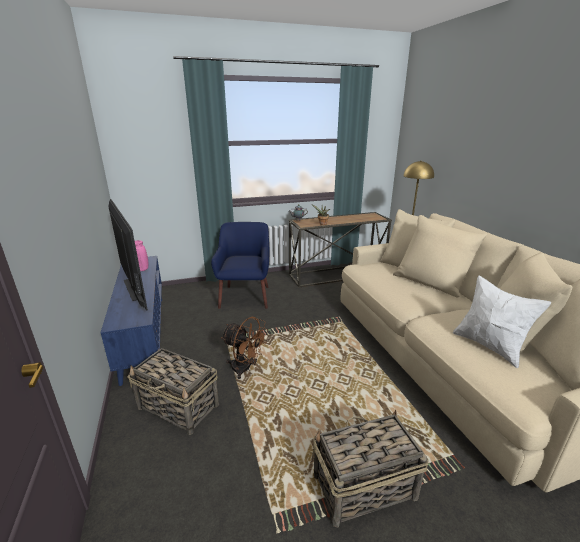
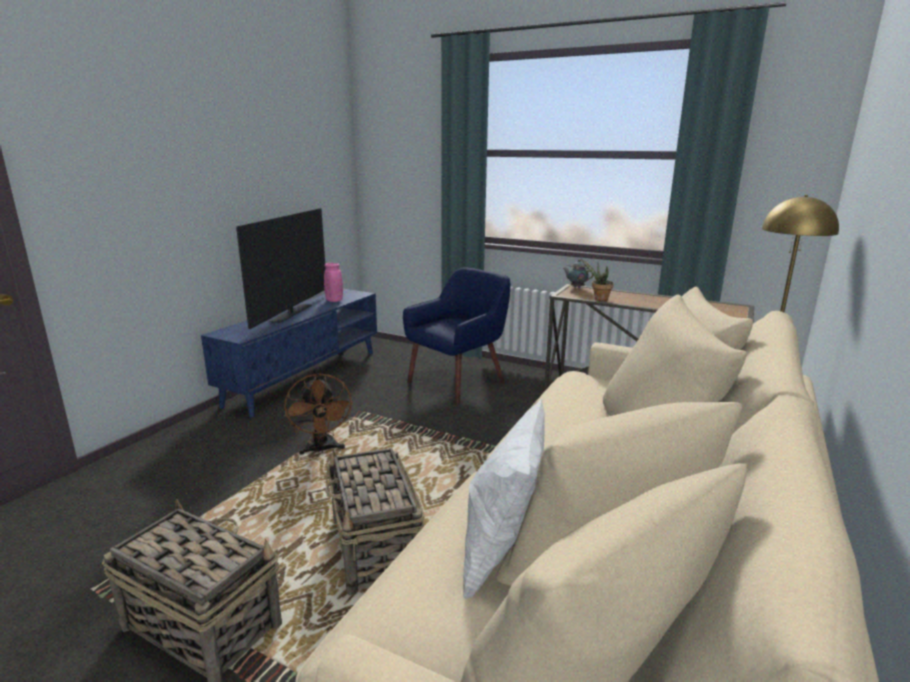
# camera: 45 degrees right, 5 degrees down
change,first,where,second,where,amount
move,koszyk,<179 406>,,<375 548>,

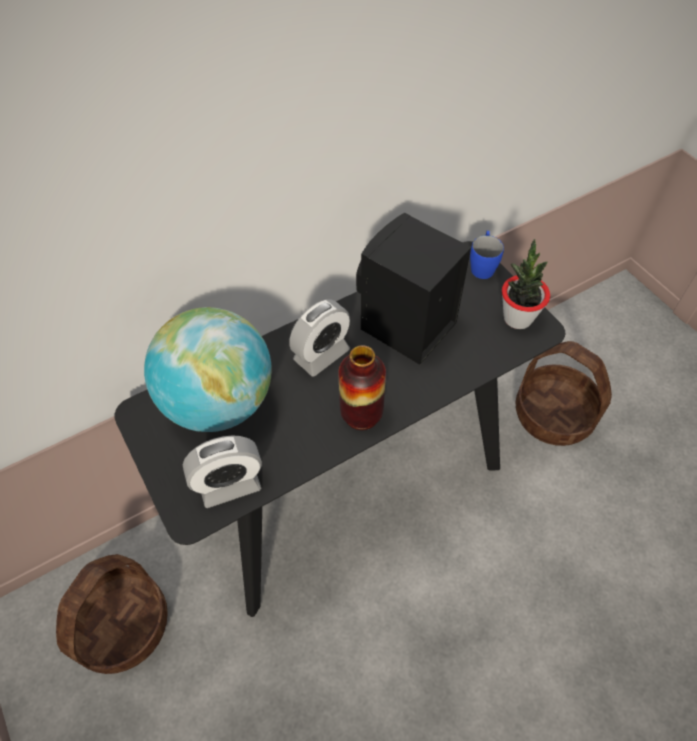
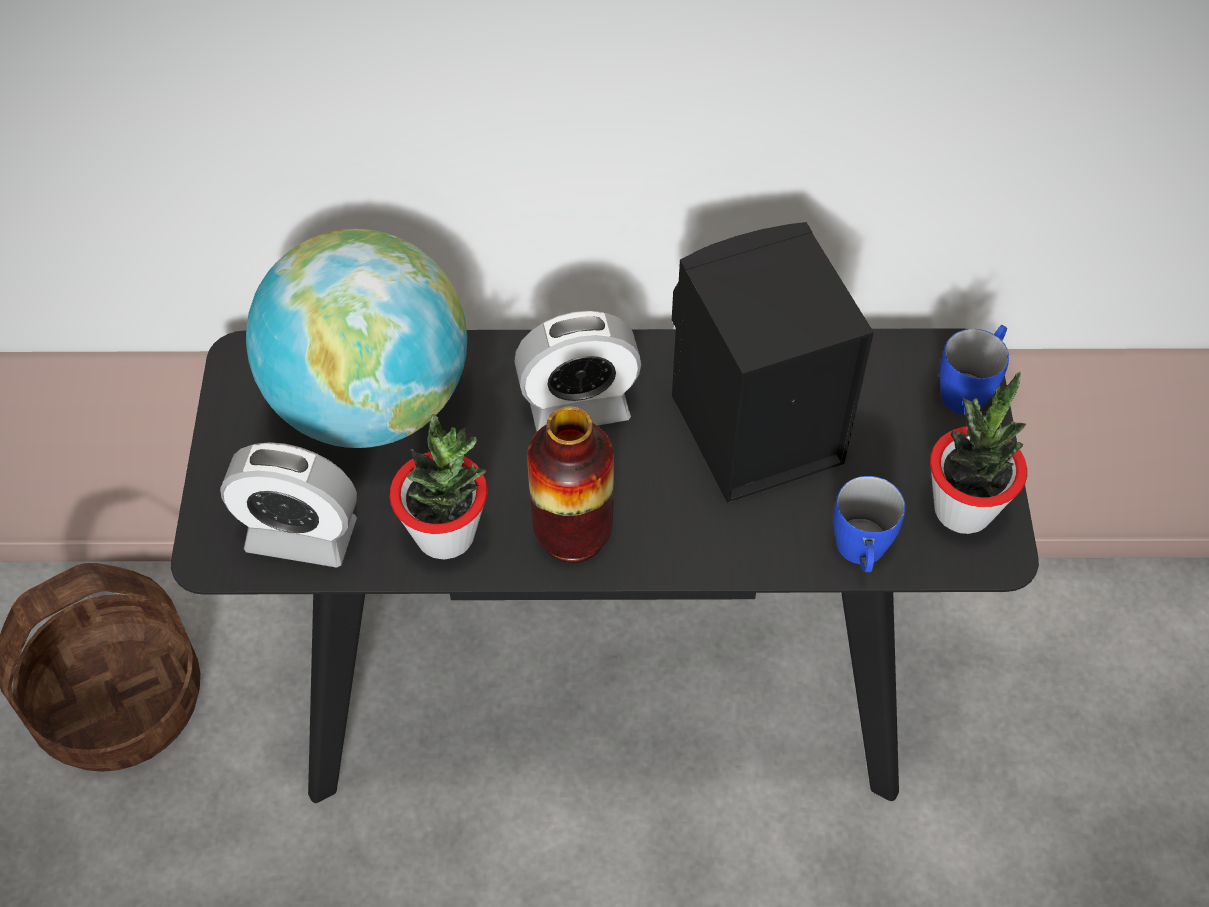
# camera: 30 degrees right, 0 degrees up
change,first,where,second,where,amount
delete,koszyk,<554 414>,,,
insert,,,roślina doniczkowa,<446 534>,
insert,,,kubek (niebieski),<861 555>,

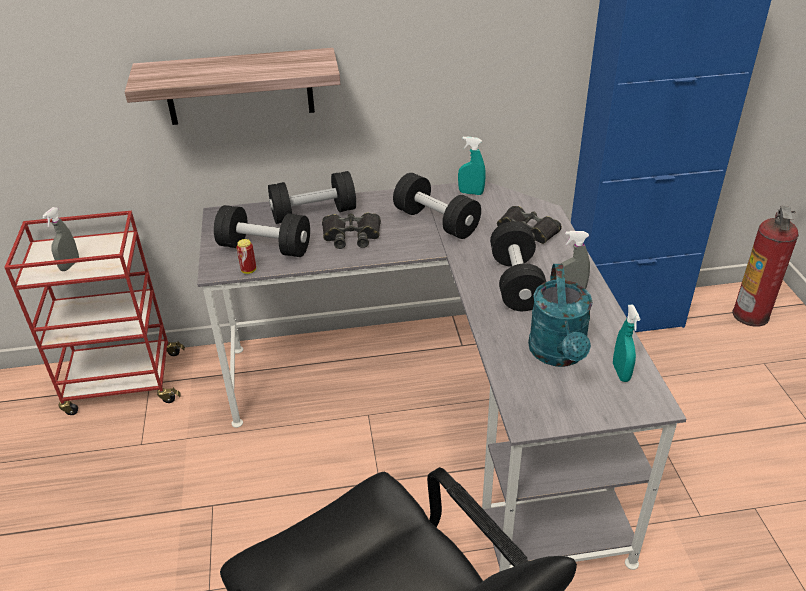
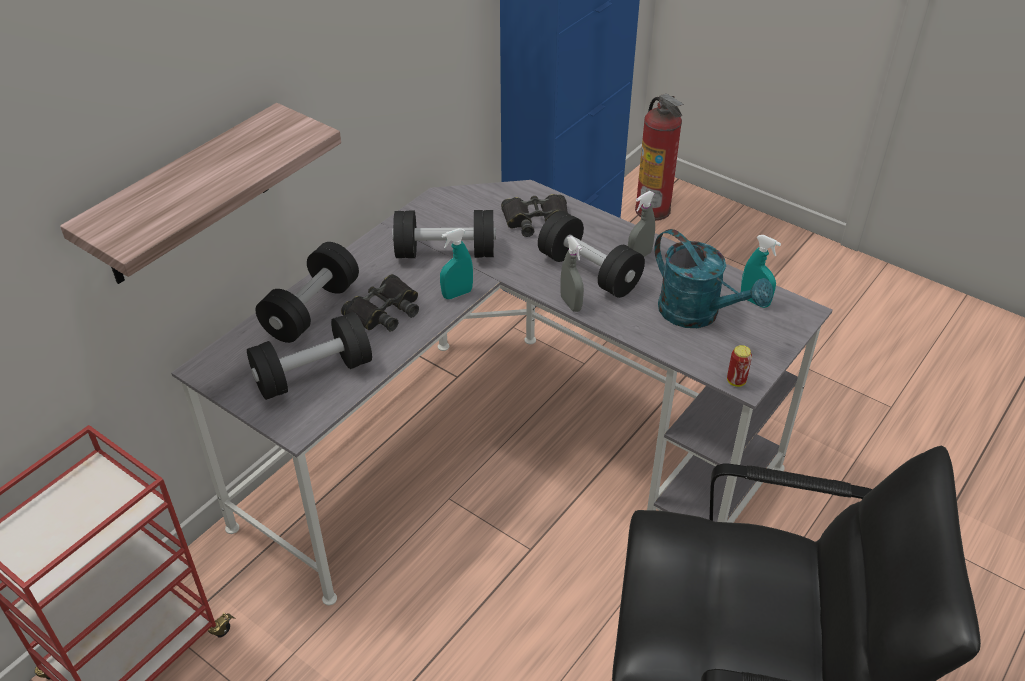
# camera: 45 degrees left, 5 degrees up
change,first,where,second,where,amount
move,spryskiwacz (szary),<69 265>,,<571 304>,
move,puszka,<248 270>,,<736 381>,
move,spryskiwacz (turkusowy),<471 193>,,<457 294>,

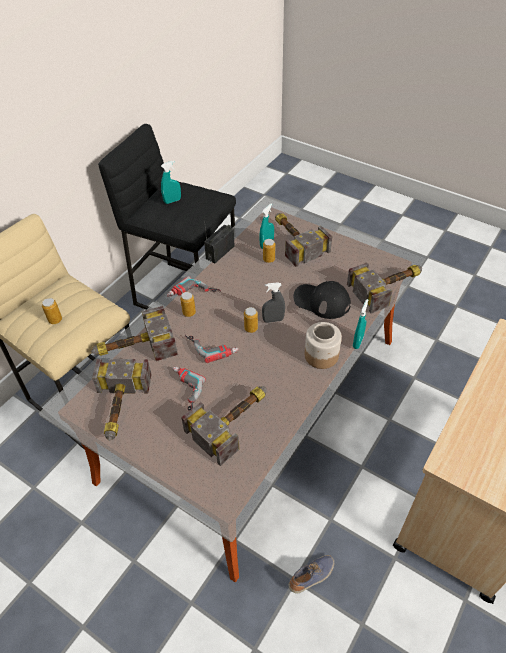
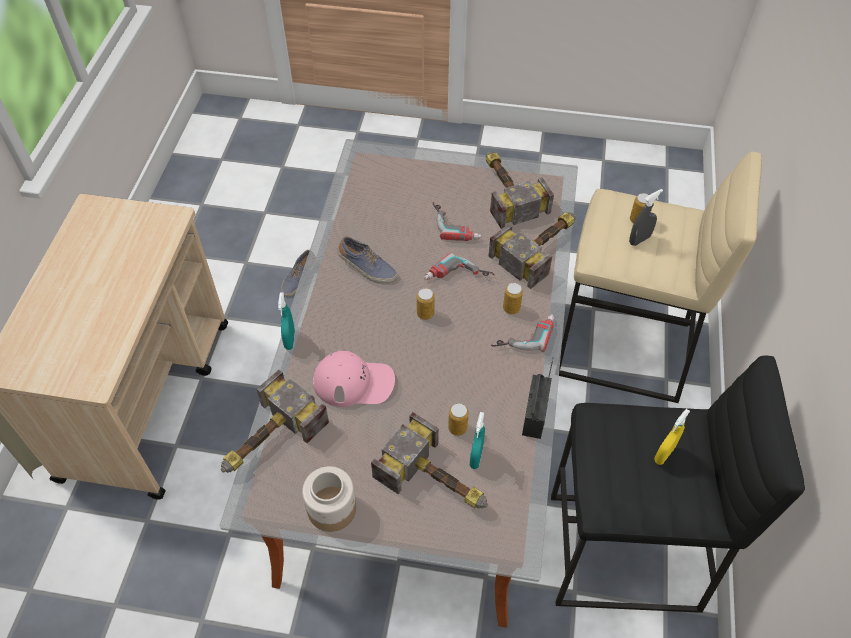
# camera: 155 degrees right, 5 degrees up
change,first,where,second,where,amount
recolor,spryskiwacz (turkusowy),<172 201>,spryskiwacz (żółty),<664 454>,
delete,młotek,<234 420>,,,
move,spryskiwacz (szary),<273 320>,,<639 240>,
recolor,czapka z daszkiem (czarny),<321 301>,czapka z daszkiem (różowy),<354 382>,
move,słoik,<321 355>,,<332 508>,
insert,,,but,<367 268>,

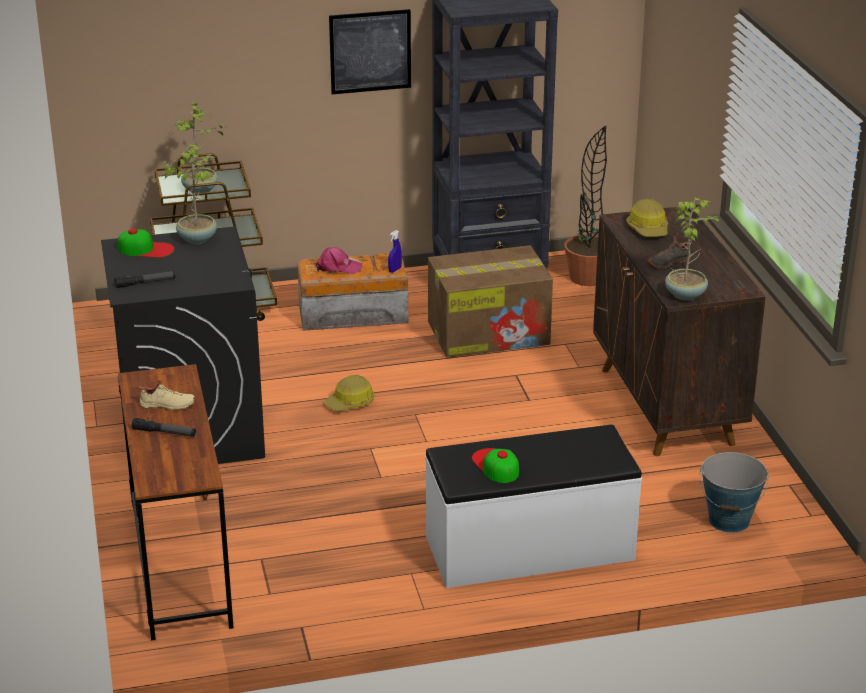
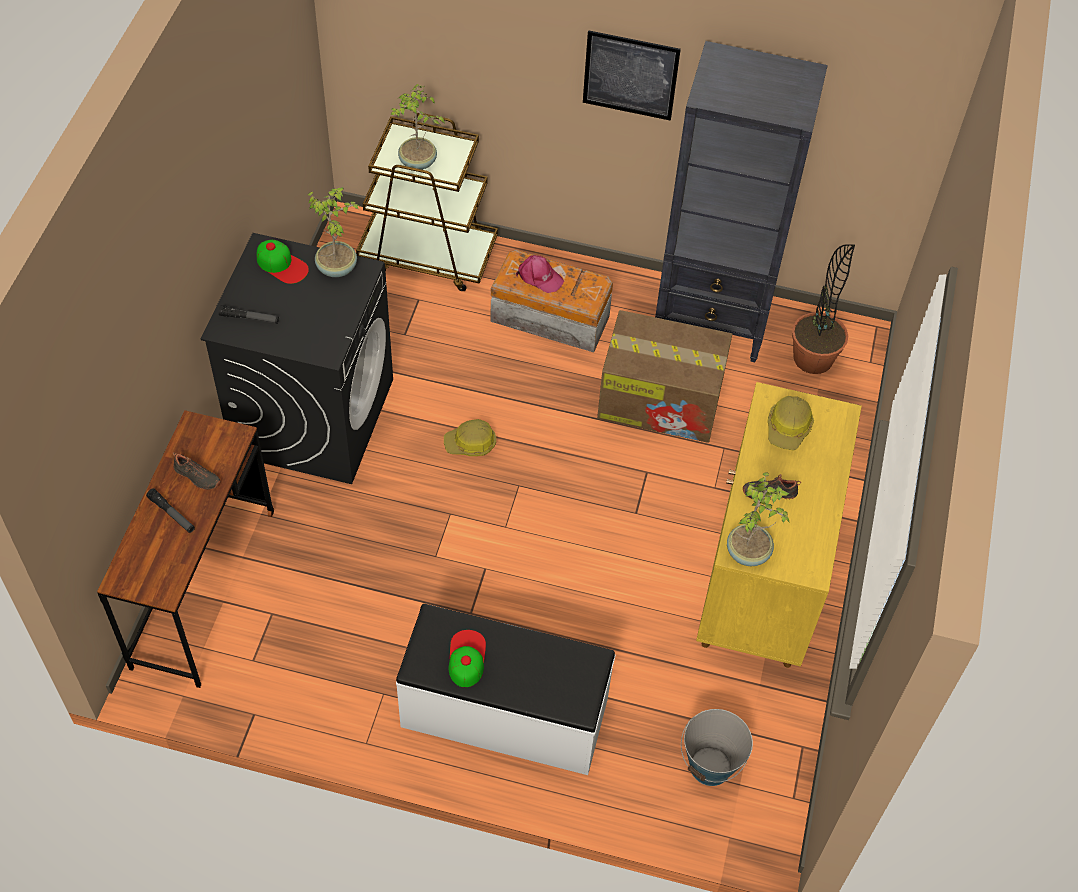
# camera: 25 degrees right, 25 degrees up
change,first,where,second,where,amount
recolor,but (beżowy),<167 406>,but (czarny),<196 477>,
delete,spryskiwacz (niebieski),<395 270>,,,
recolor,szafka (brązowy),<667 407>,szafka (żółty),<760 583>,

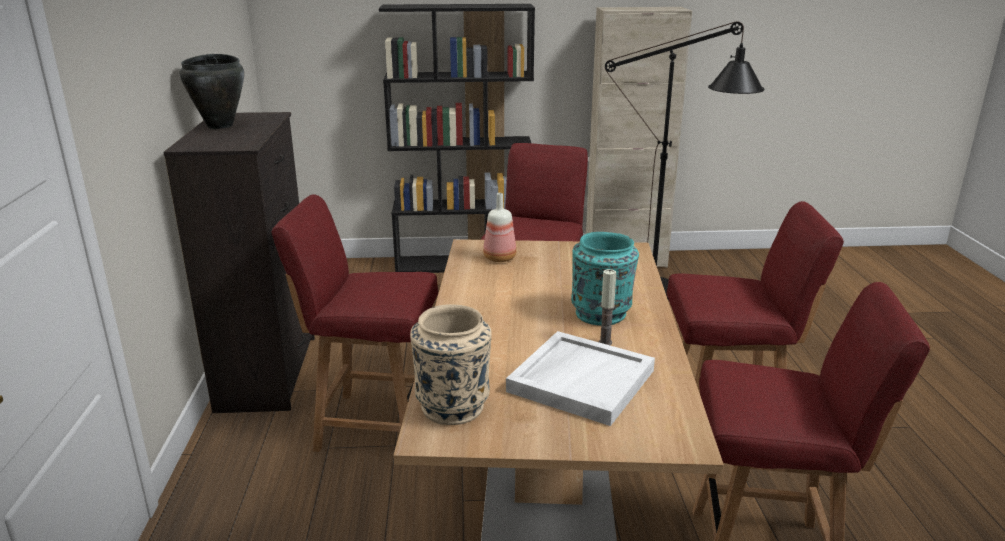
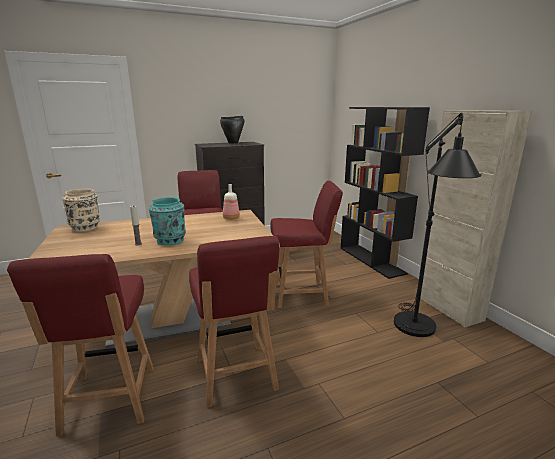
# camera: 70 degrees right, 5 degrees down
change,first,where,second,where,amount
delete,taca (biały),<580 380>,,,

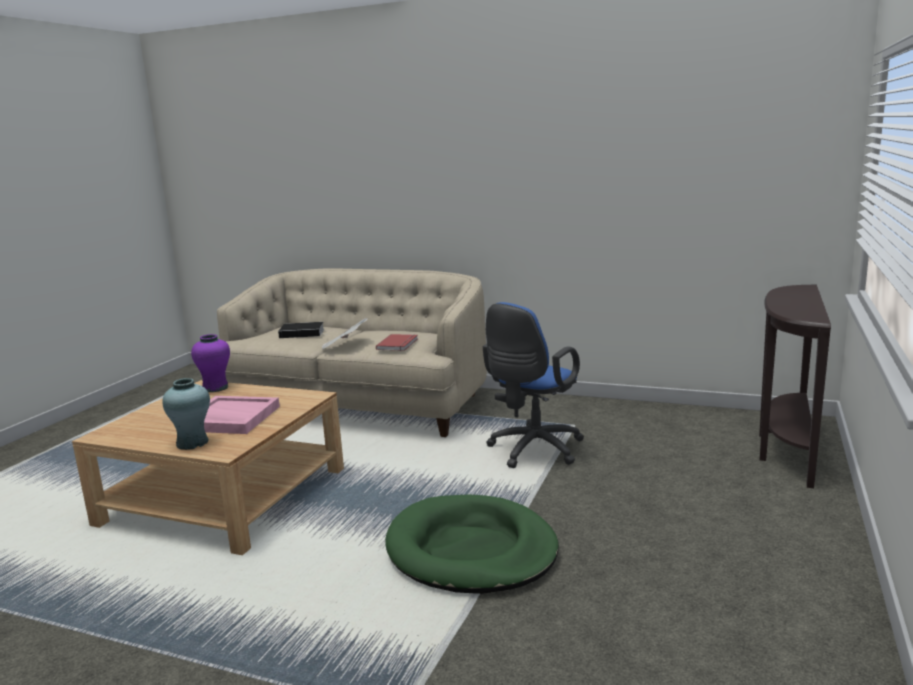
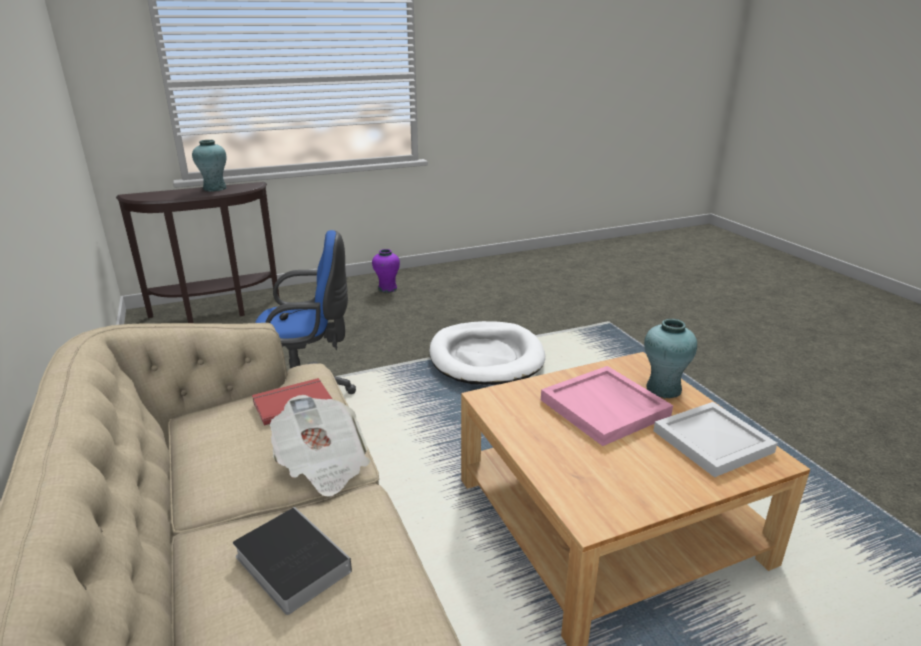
# camera: 135 degrees left, 10 degrees up
change,first,where,second,where,amount
move,wazon (fioletowy),<215 388>,,<387 289>,
recolor,legowisko (zielony),<471 550>,legowisko (biały),<486 357>,
insert,,,wazon (turkusowy),<214 188>,
insert,,,taca (biały),<710 441>,

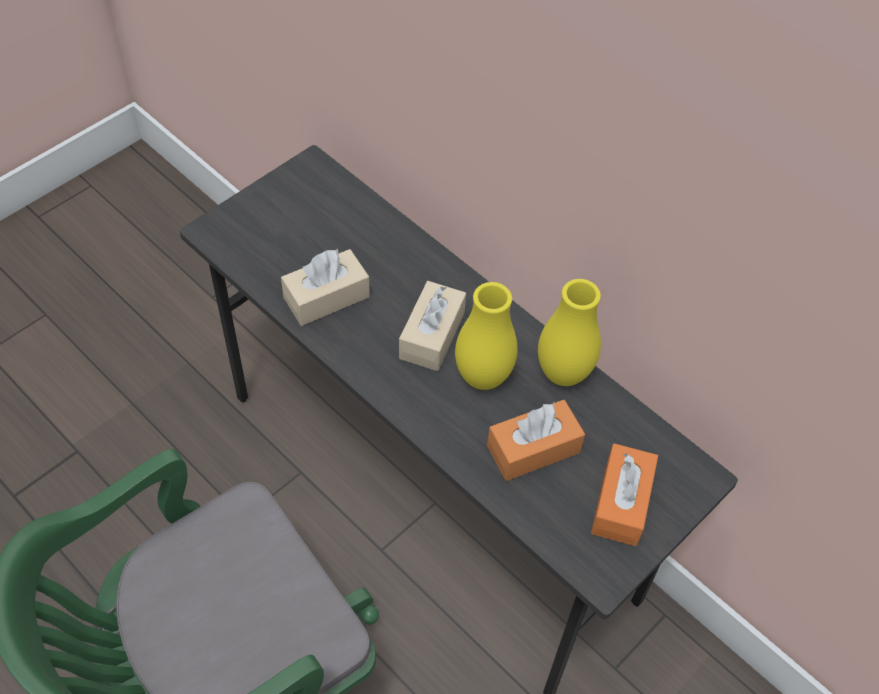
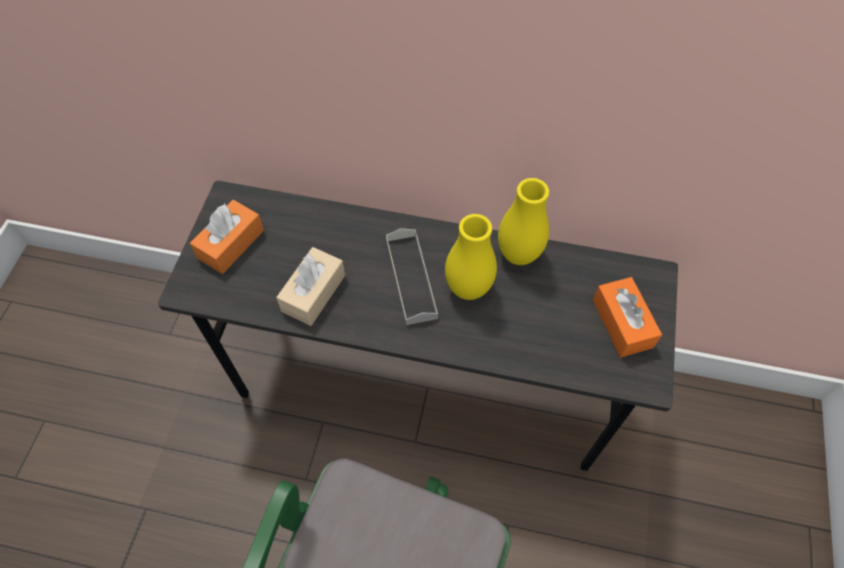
# camera: 30 degrees left, 5 degrees up
change,first,where,second,where,amount
replace,pudełko chusteczek (beżowy),<432 335>,taca (szary),<411 278>,
move,pudełko chusteczek (pomarańczowy),<533 449>,,<231 244>,

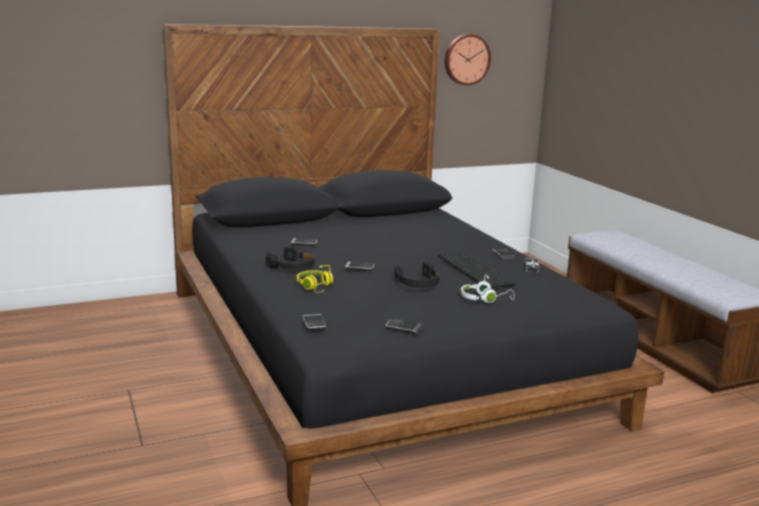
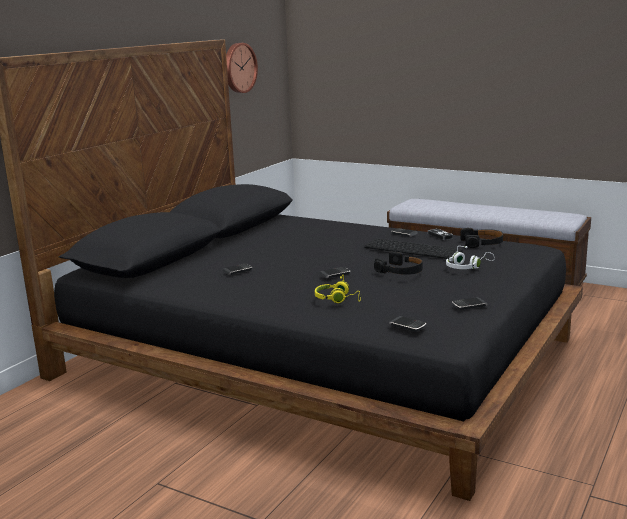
# camera: 35 degrees left, 0 degrees up
change,first,where,second,where,amount
move,słuchawki (czarny),<292 266>,,<482 243>,

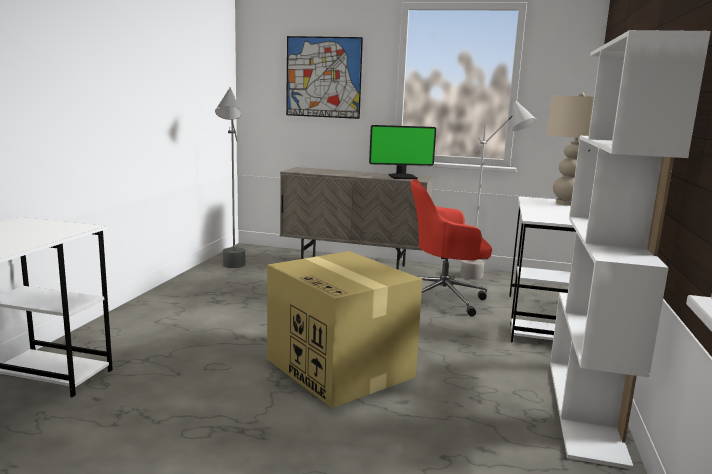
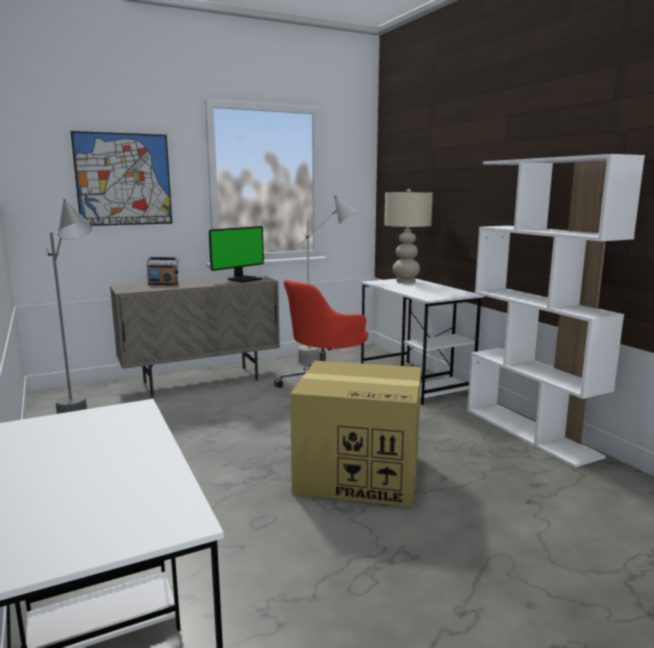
# camera: 40 degrees left, 0 degrees up
change,first,where,second,where,amount
insert,,,radio,<163 284>,

